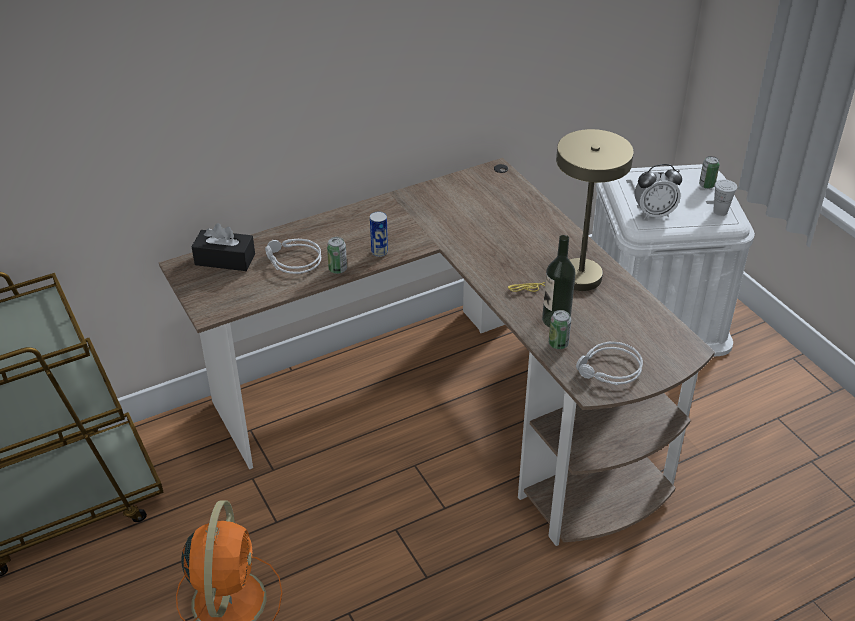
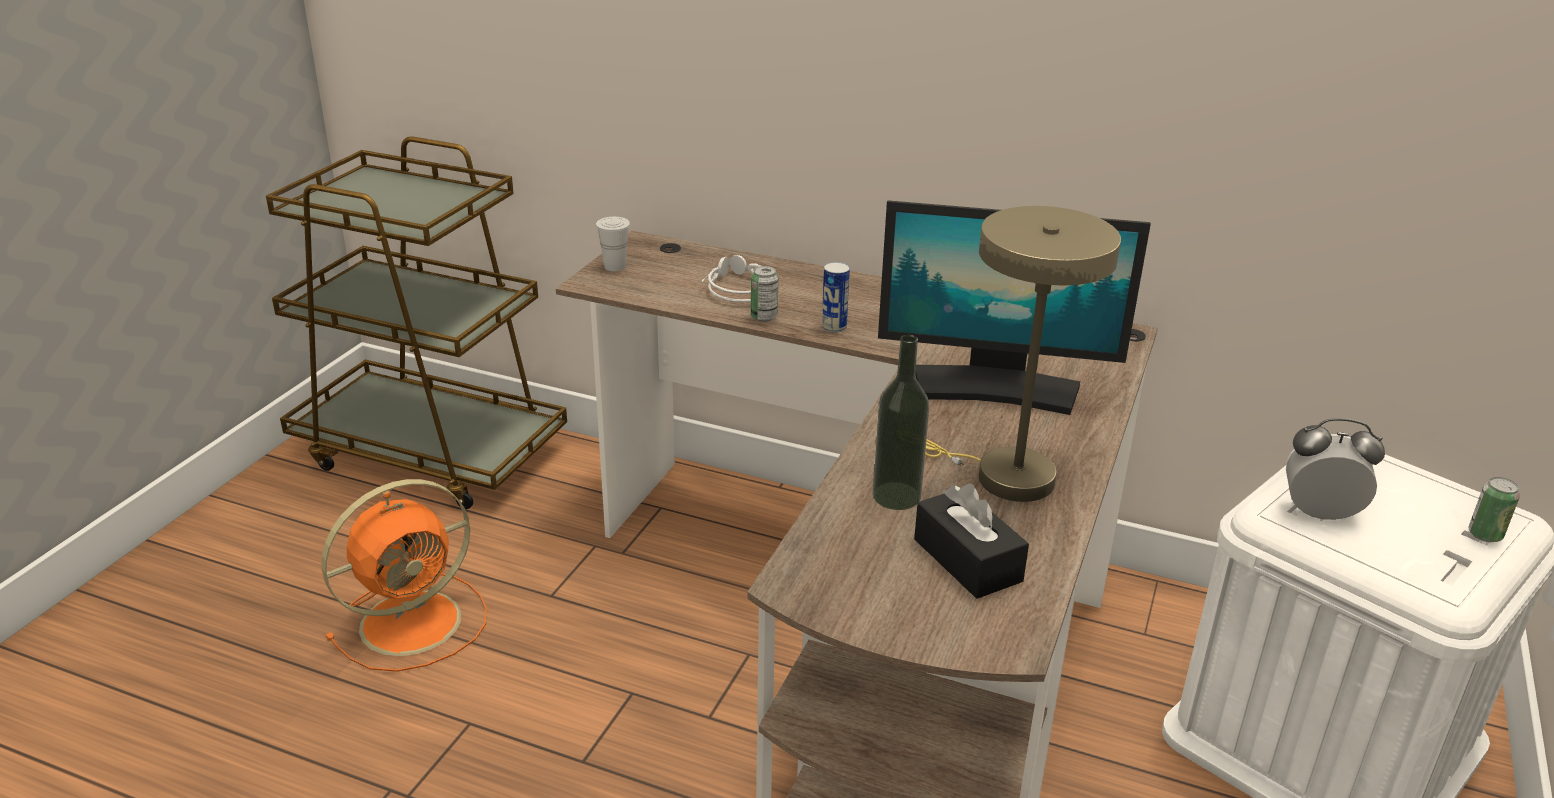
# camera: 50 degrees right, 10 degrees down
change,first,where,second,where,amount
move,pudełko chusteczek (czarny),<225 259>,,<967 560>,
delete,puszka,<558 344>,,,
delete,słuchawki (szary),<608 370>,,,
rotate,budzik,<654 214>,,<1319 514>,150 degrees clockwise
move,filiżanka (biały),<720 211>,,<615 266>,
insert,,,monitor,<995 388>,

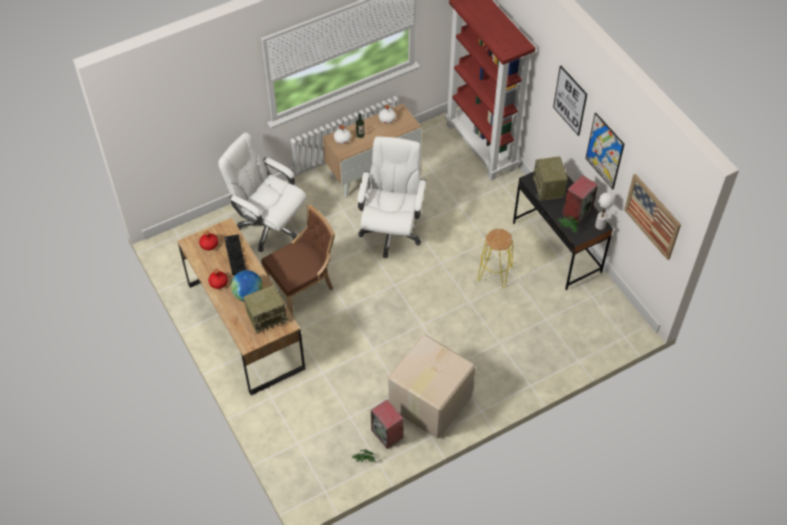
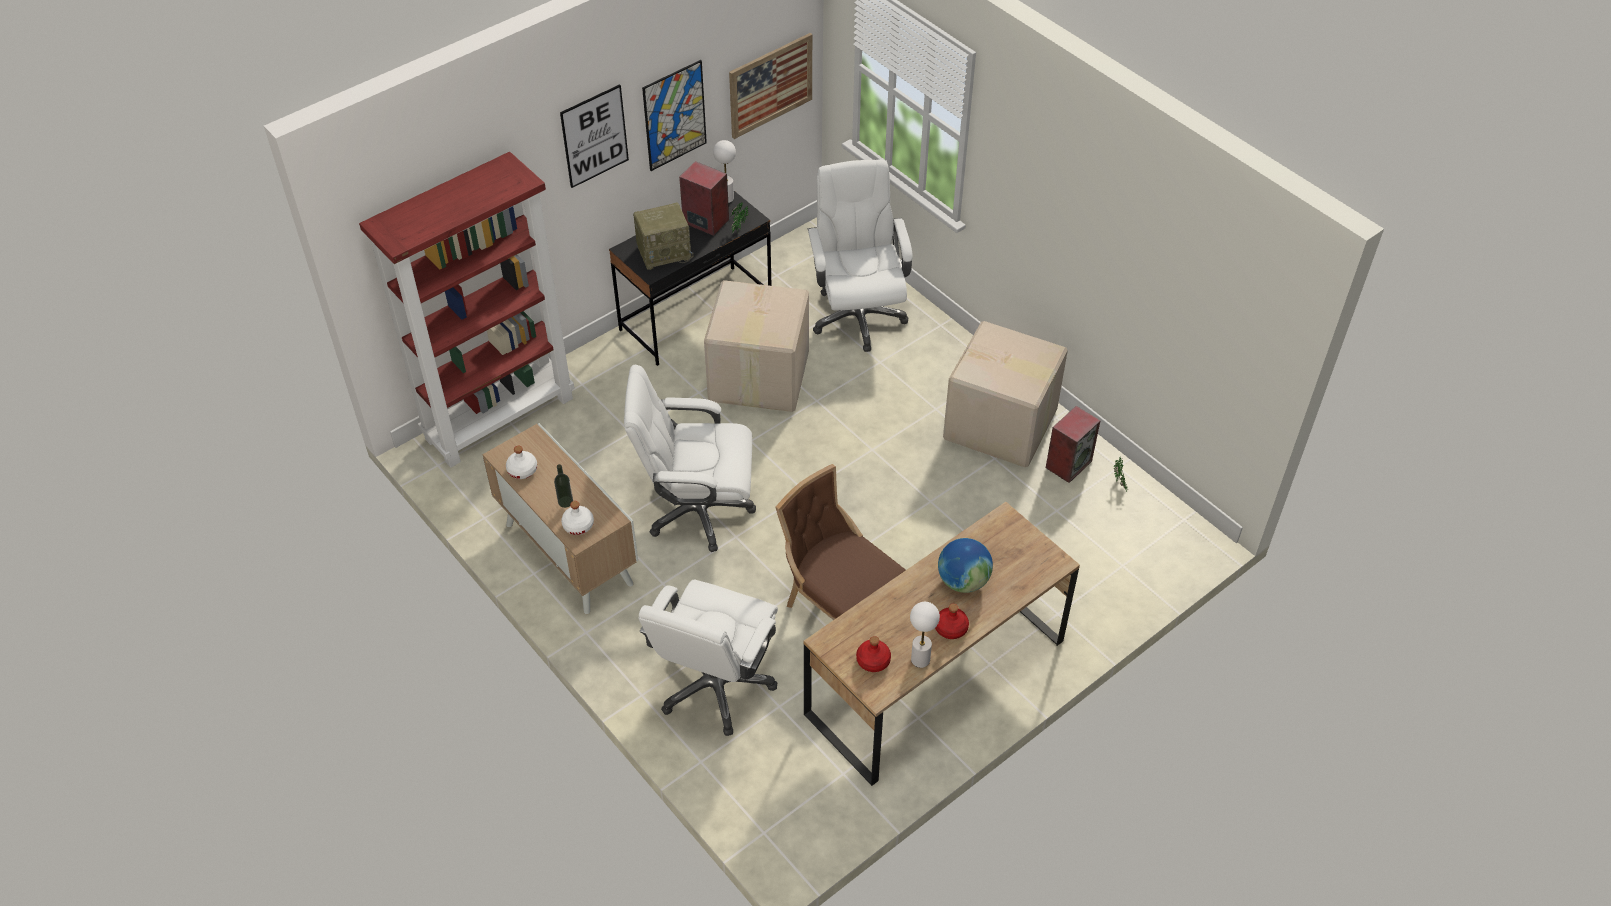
# camera: 100 degrees left, 5 degrees down
change,first,where,second,where,amount
delete,klawiatura,<234 254>,,,
delete,radio,<267 317>,,,
replace,stołek (żółty),<494 273>,karton,<757 377>,
insert,,,krzesło biurowe (biały),<857 316>,
insert,,,lampa stołowa (biały),<920 660>,

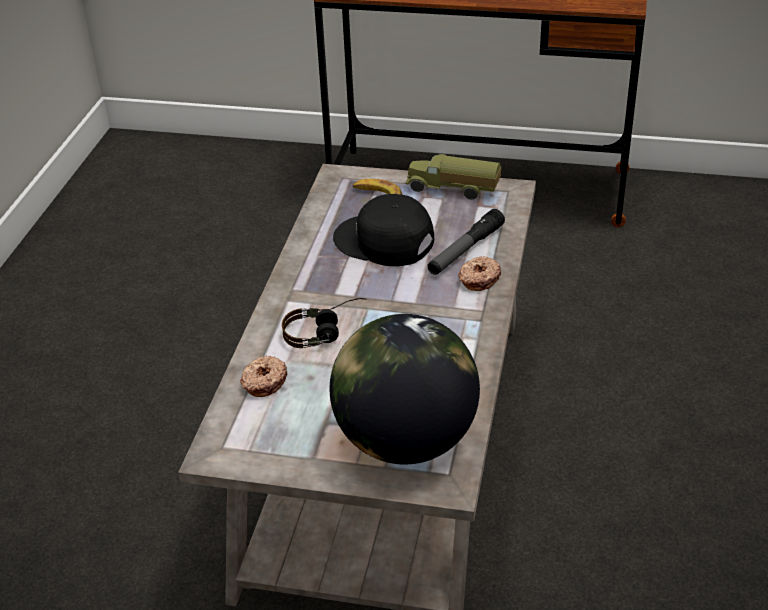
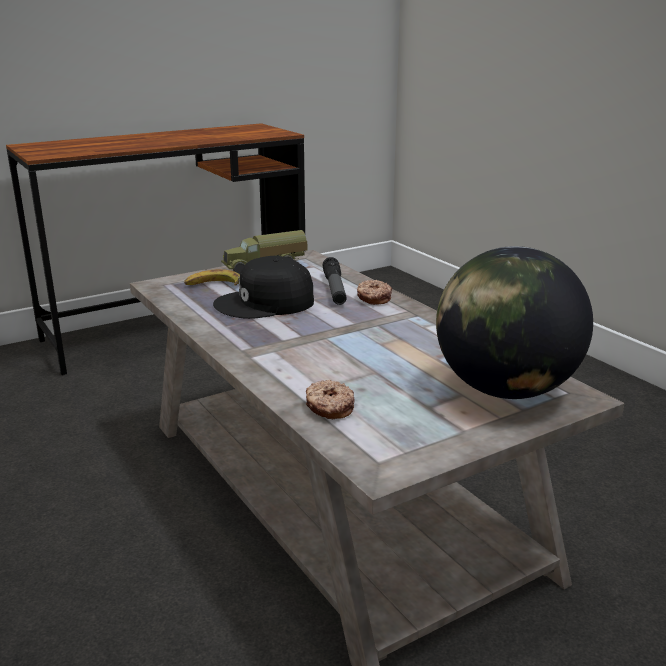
# camera: 45 degrees left, 15 degrees down
change,first,where,second,where,amount
delete,słuchawki,<325 332>,,,

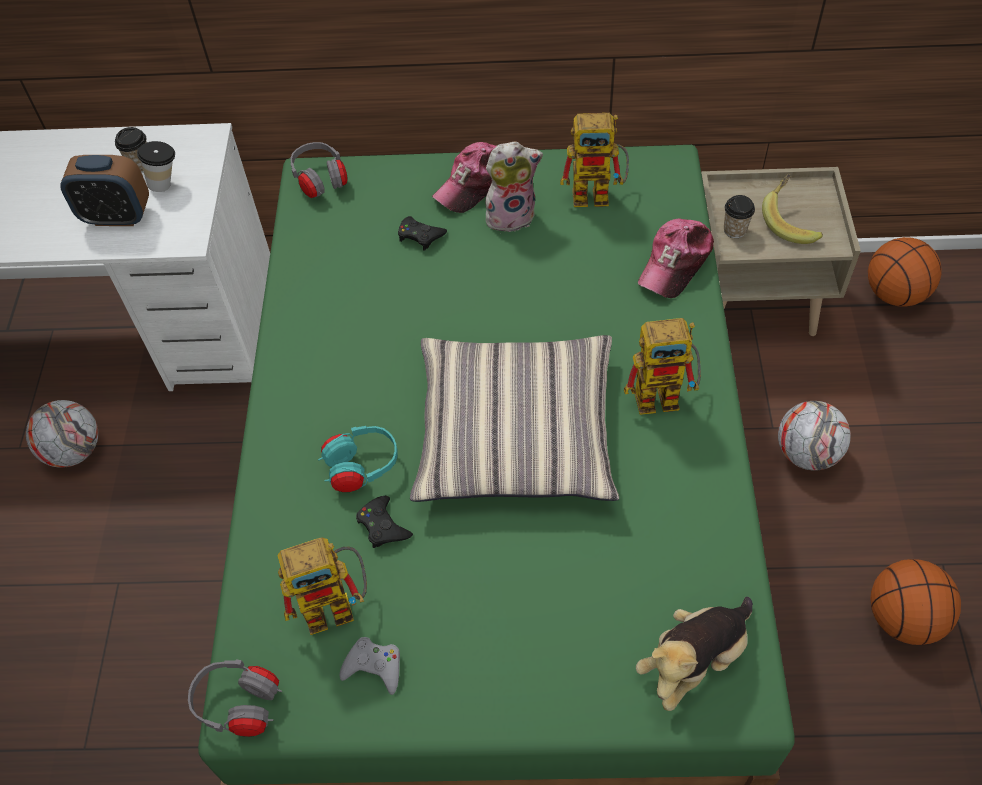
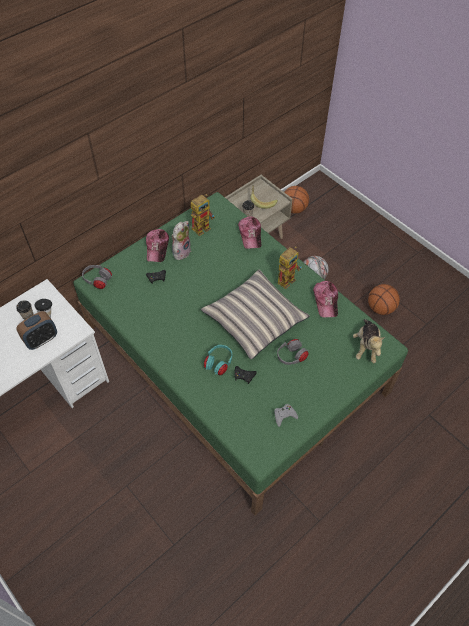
# camera: 45 degrees left, 0 degrees up
change,first,where,second,where,amount
delete,piłka futbolowa,<74 450>,,,
move,słuchawki (szary),<240 705>,,<291 357>,
delete,robot zabawkowy,<338 604>,,,
insert,,,czapka z daszkiem,<326 301>,

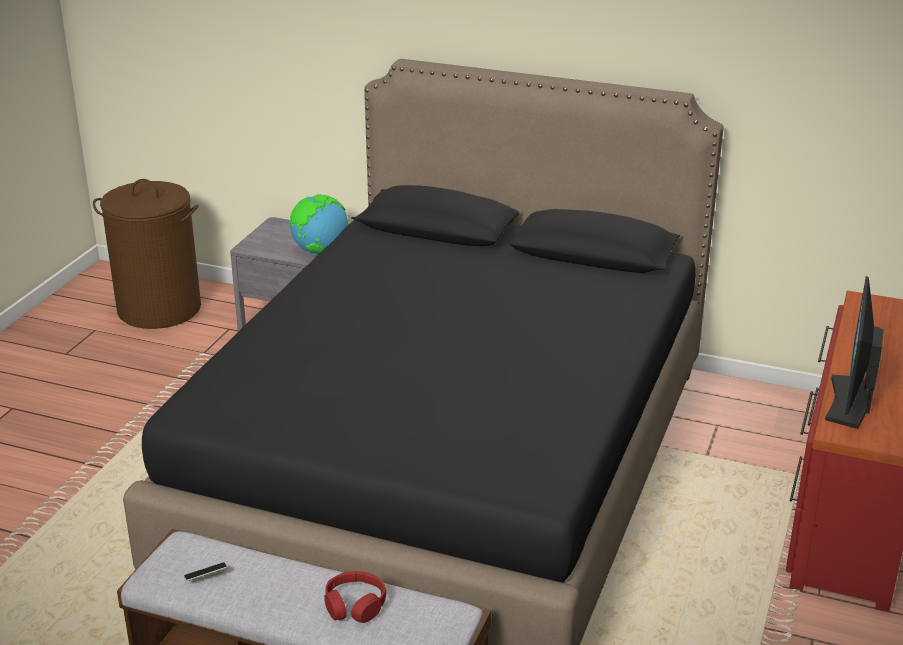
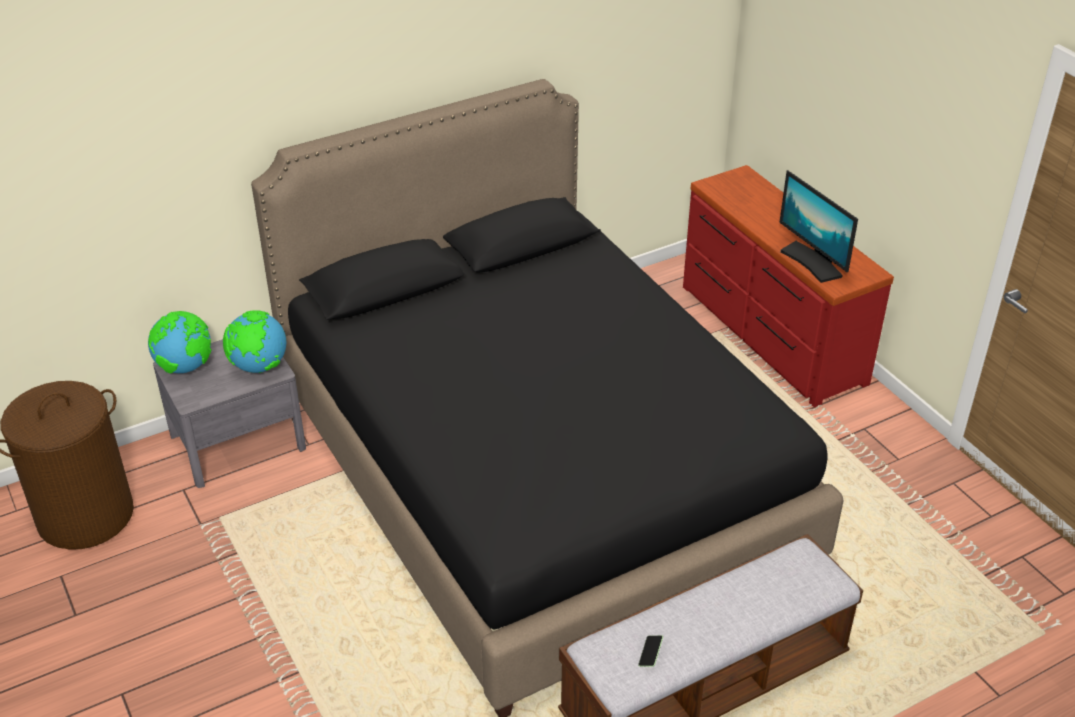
# camera: 50 degrees left, 10 degrees up
change,first,where,second,where,amount
delete,słuchawki (czerwony),<355 605>,,,
insert,,,globus,<186 367>,

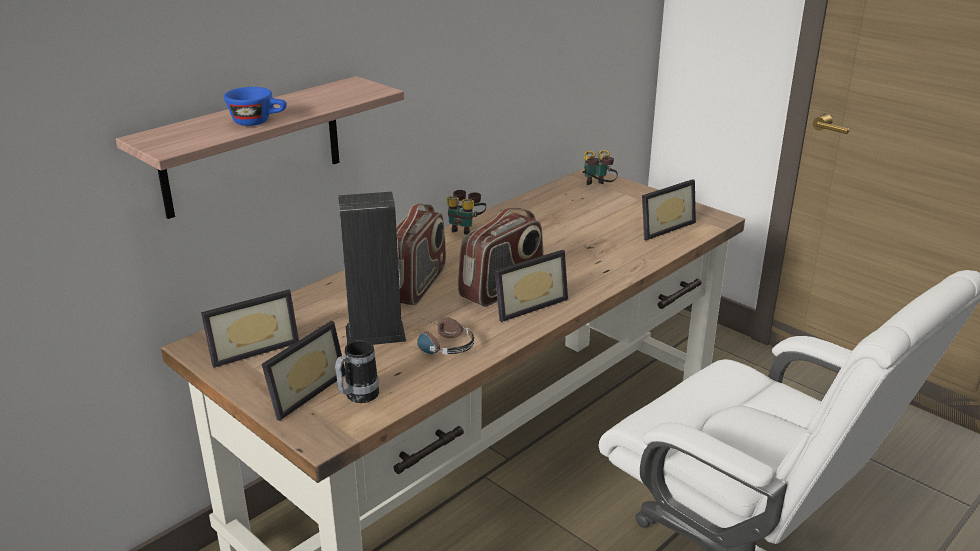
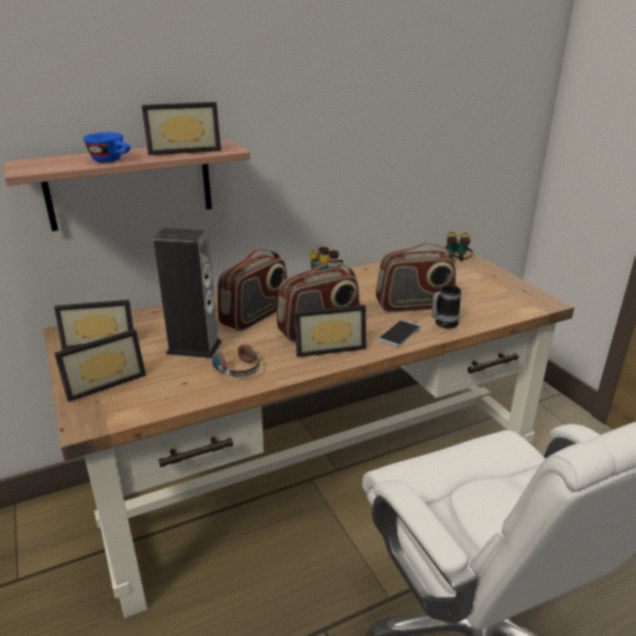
# camera: 20 degrees right, 0 degrees up
change,first,where,second,where,amount
move,kubek,<357 397>,,<442 324>,
move,ramka na zdjęcie,<662 227>,,<184 150>,
insert,,,radio,<414 305>,
insert,,,telefon,<399 333>,

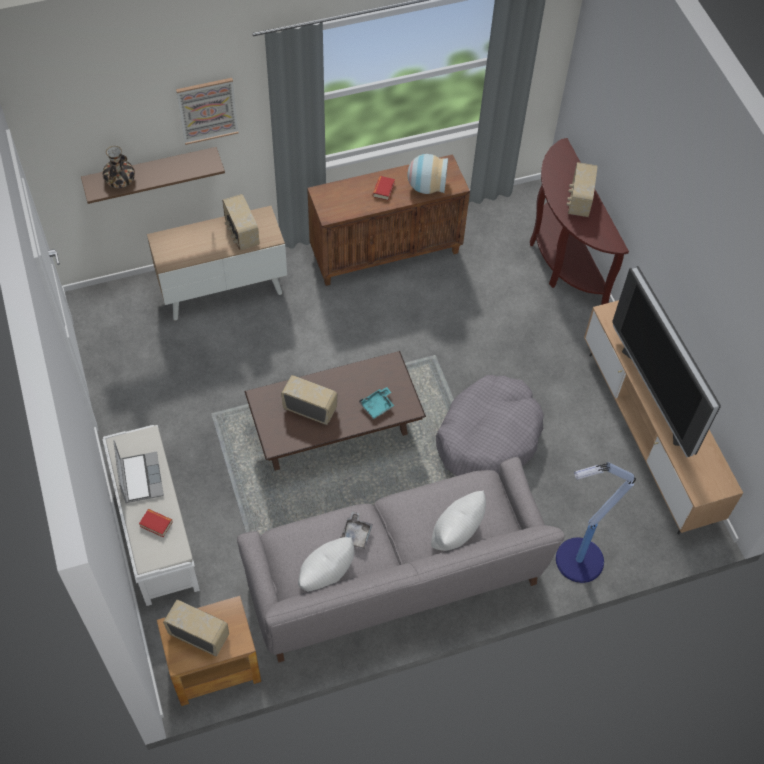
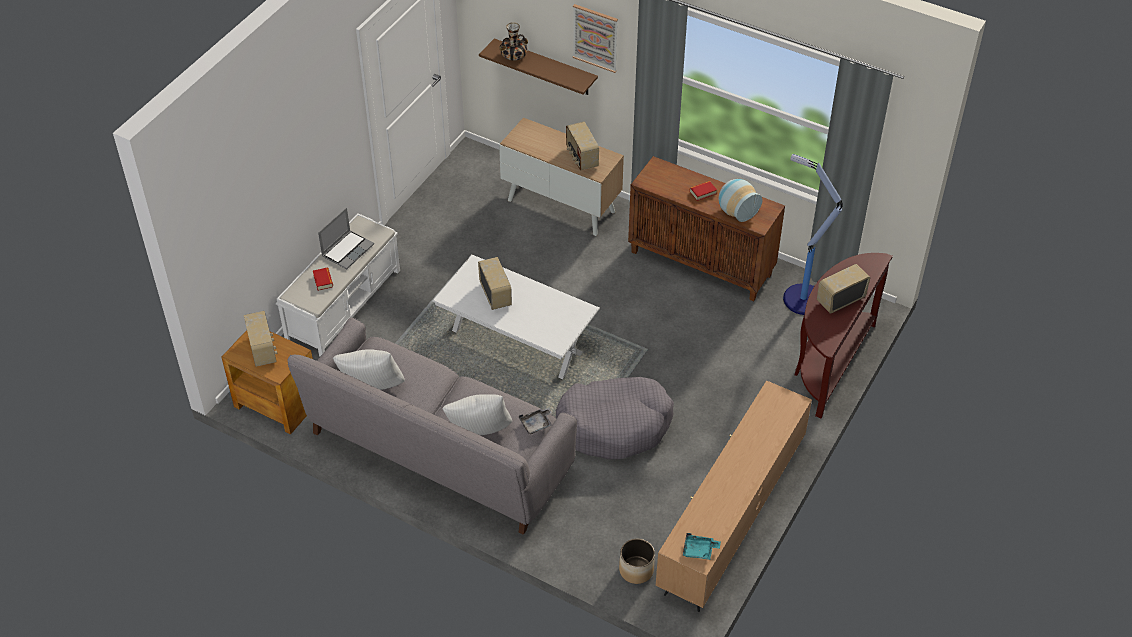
# camera: 50 degrees right, 10 degrees down
change,first,where,second,where,amount
rotate,radio,<241 233>,,<581 157>,45 degrees counterclockwise
recolor,ława (brązowy),<335 434>,ława (biały),<516 342>,
move,taca (szary),<356 534>,,<536 424>,
move,taca (turkusowy),<377 406>,,<699 550>,
move,lampa stojąca,<577 561>,,<802 299>,
delete,telewizor,<657 394>,,,
insert,,,donica,<636 570>,

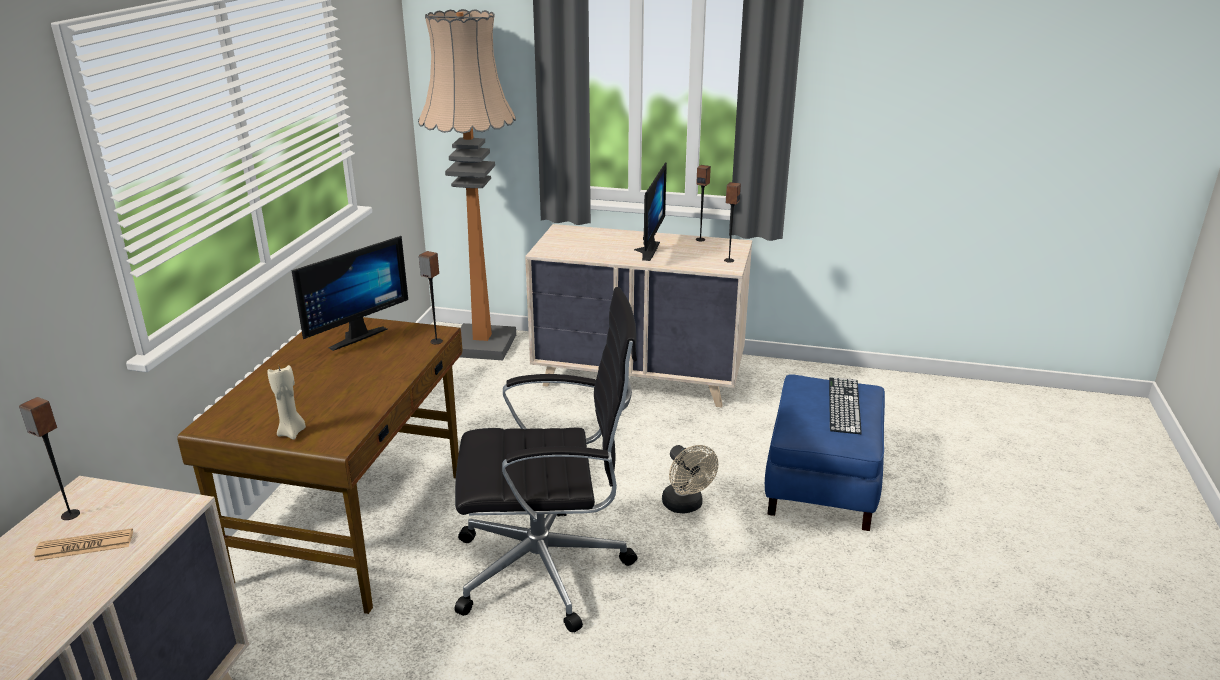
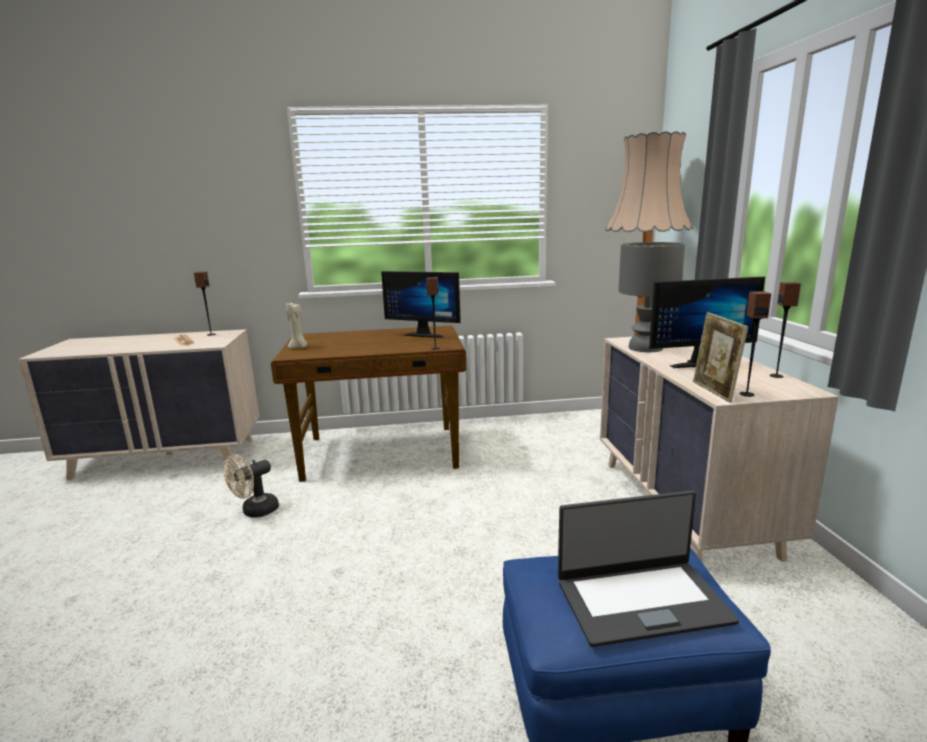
# camera: 70 degrees right, 10 degrees down
change,first,where,second,where,amount
delete,krzesło biurowe (czarny),<547 569>,,,
move,wentylator (beżowy),<686 506>,,<255 511>,
replace,klawiatura,<844 405>,laptop,<641 600>,
insert,,,lampa stołowa (szary),<644 348>,
insert,,,ramka na zdjęcie,<714 391>,

